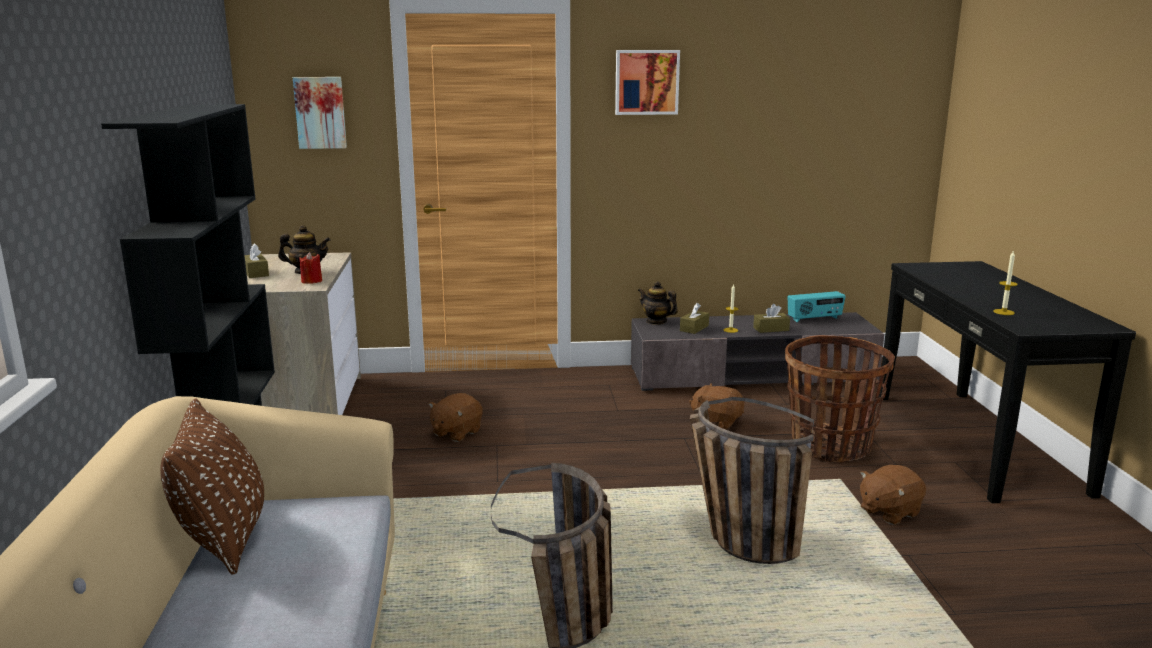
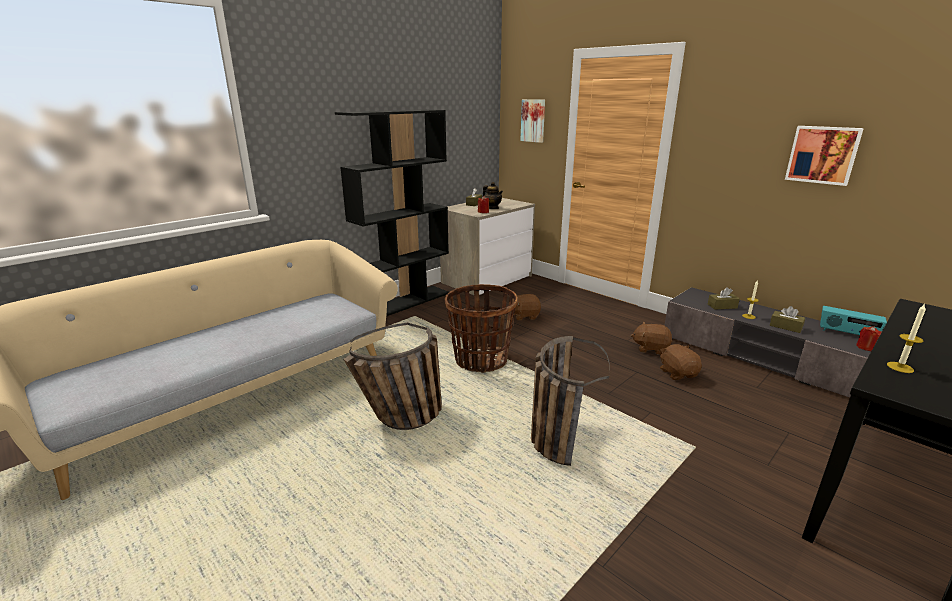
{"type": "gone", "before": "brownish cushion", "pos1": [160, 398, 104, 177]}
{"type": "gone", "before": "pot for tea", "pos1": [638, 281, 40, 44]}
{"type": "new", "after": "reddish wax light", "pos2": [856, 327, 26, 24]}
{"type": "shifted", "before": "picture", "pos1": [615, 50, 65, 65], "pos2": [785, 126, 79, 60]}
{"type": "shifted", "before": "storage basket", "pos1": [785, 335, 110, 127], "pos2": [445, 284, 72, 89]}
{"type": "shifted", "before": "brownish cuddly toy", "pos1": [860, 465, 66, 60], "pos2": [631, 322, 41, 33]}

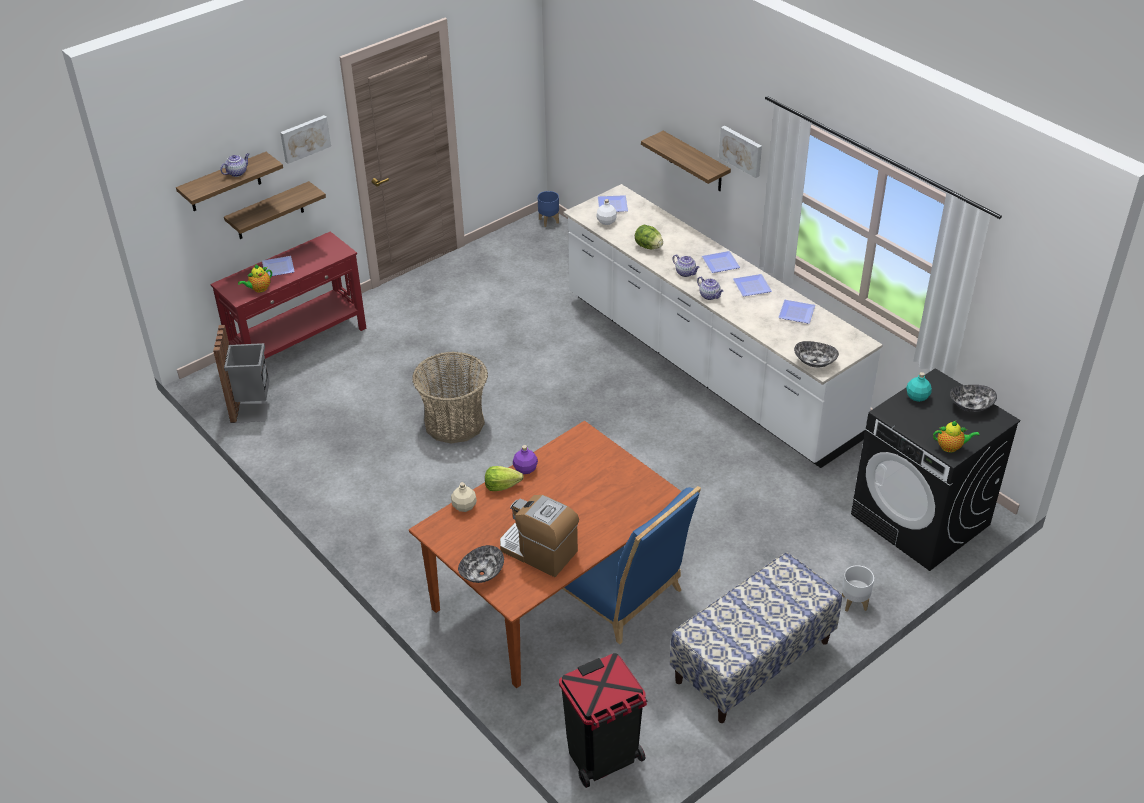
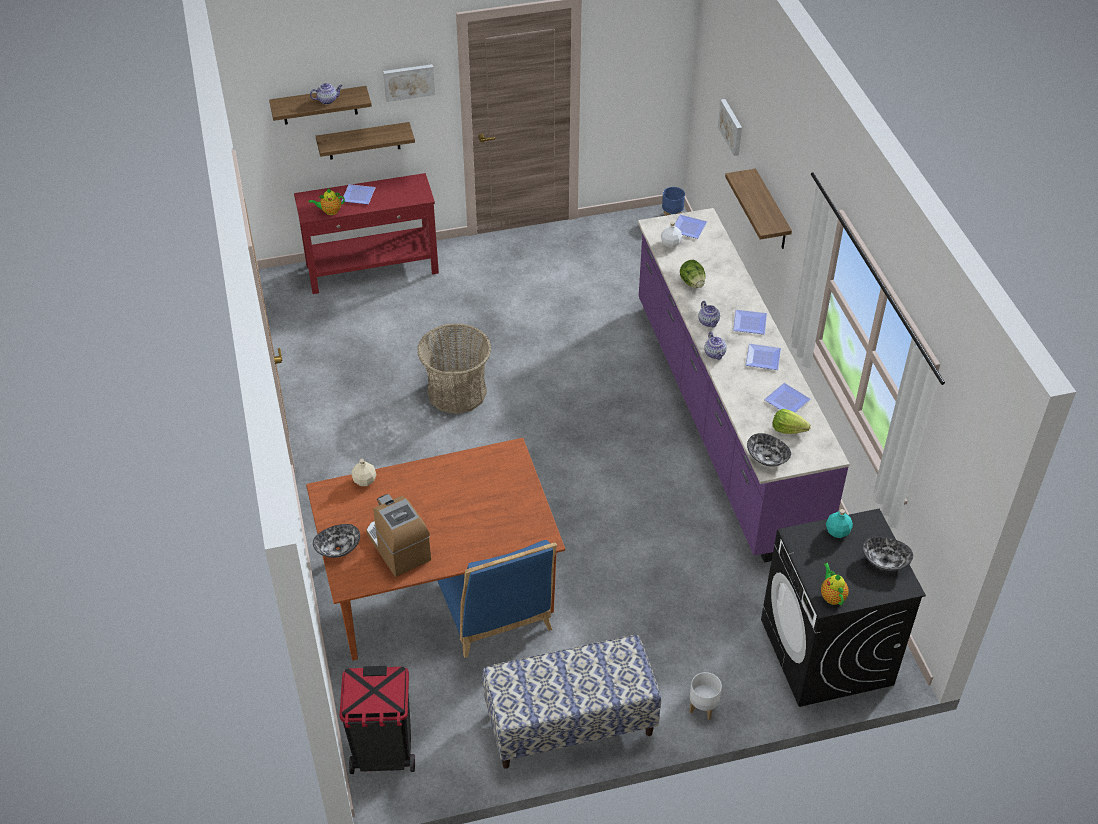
{"type": "gone", "before": "greyish waste bin", "pos1": [213, 325, 57, 98]}
{"type": "gone", "before": "purplish drink bottle", "pos1": [513, 445, 25, 29]}
{"type": "shifted", "before": "lettuce head", "pos1": [485, 466, 39, 25], "pos2": [772, 409, 39, 25]}
{"type": "shifted", "before": "picture", "pos1": [719, 126, 43, 52], "pos2": [718, 99, 24, 57]}
{"type": "repainted", "before": "white kitchen base unit", "after": "purplish kitchen base unit", "pos1": [564, 184, 319, 284], "pos2": [638, 208, 212, 355]}
{"type": "rotated", "before": "pot for tea", "pos1": [933, 421, 46, 32], "pos2": [821, 563, 28, 42], "turn": -135}

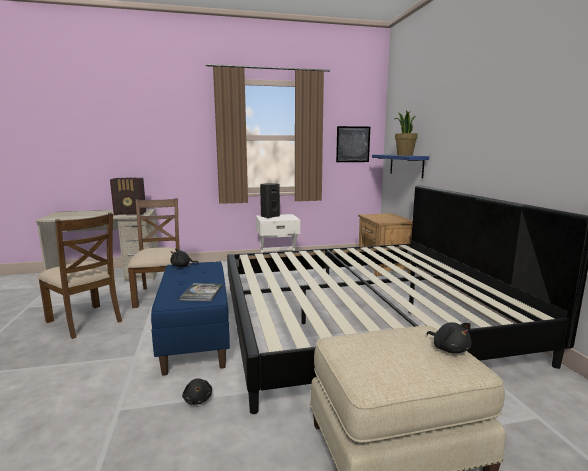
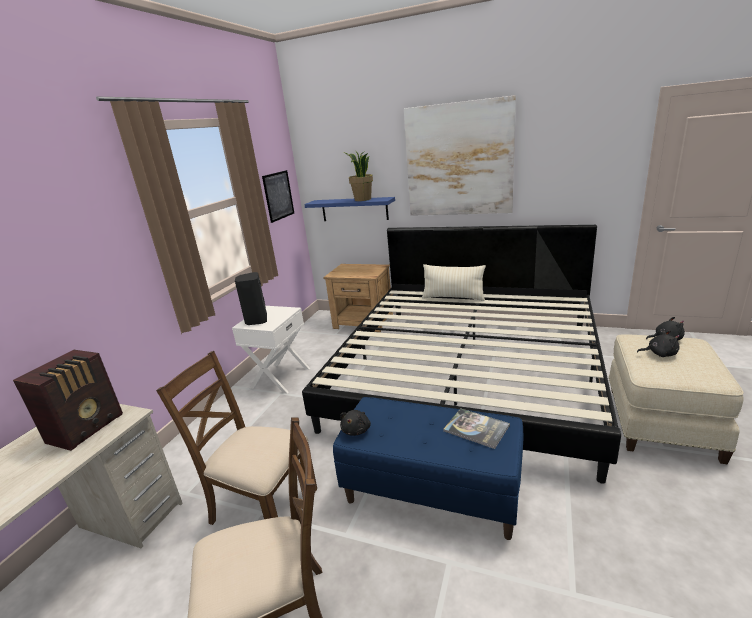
{"type": "new", "after": "picture", "pos2": [404, 95, 112, 121]}
{"type": "new", "after": "sand-coloured cushion", "pos2": [422, 264, 64, 37]}
{"type": "shifted", "before": "black cuddly toy", "pos1": [182, 378, 30, 27], "pos2": [637, 331, 43, 26]}

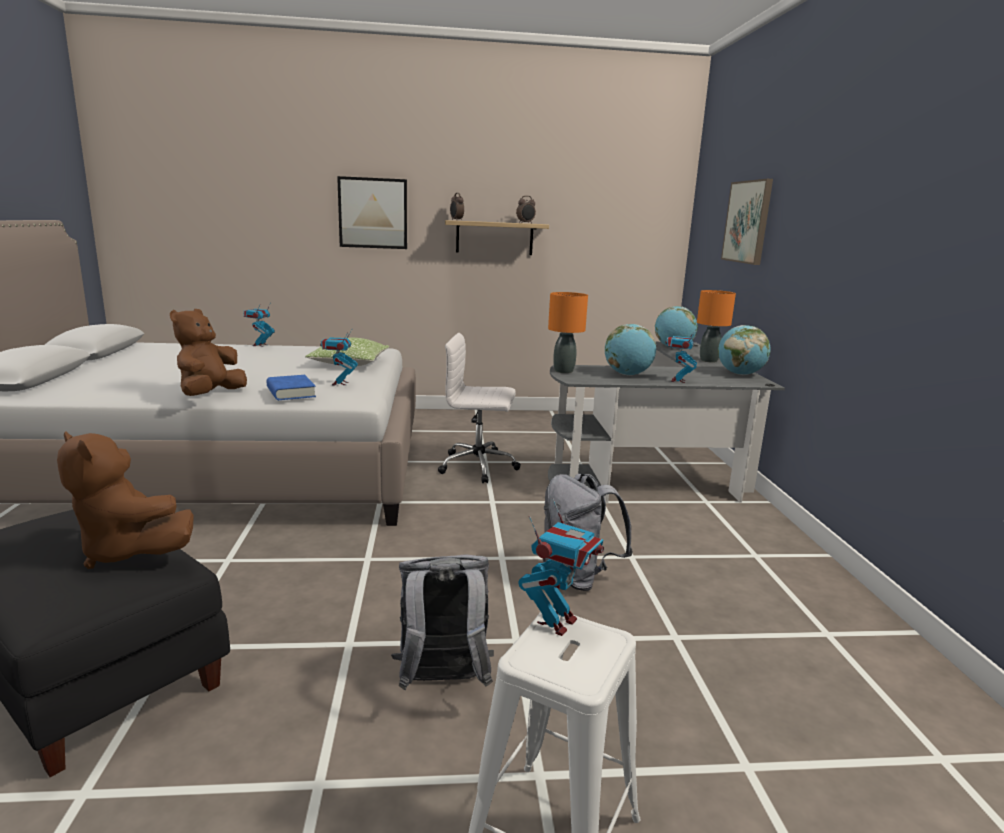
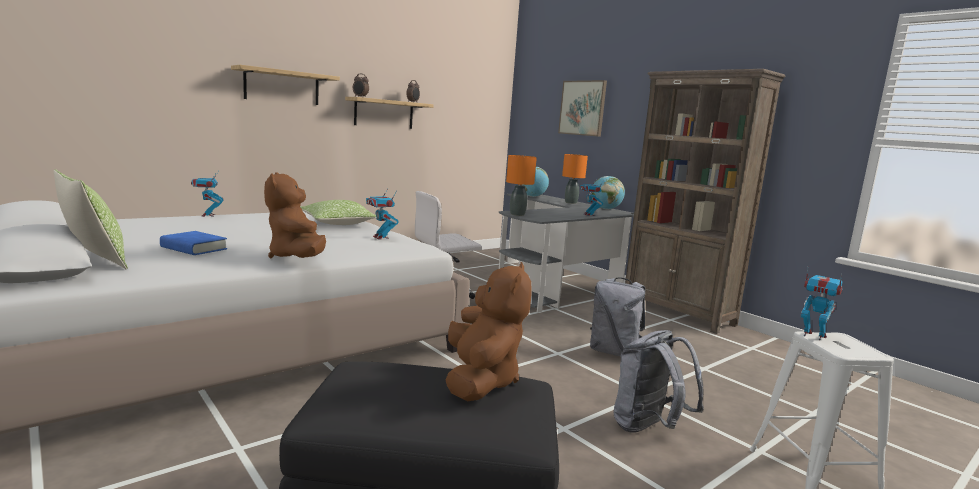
{"type": "gone", "before": "world globe", "pos1": [605, 324, 51, 52]}
{"type": "new", "after": "cushion", "pos2": [53, 169, 75, 101]}
{"type": "new", "after": "brownish shelving unit", "pos2": [625, 69, 161, 265]}
{"type": "shifted", "before": "blue-coloured book", "pos1": [267, 375, 49, 25], "pos2": [160, 231, 67, 24]}
{"type": "swapped", "before": "picture", "after": "shelf", "pos1": [337, 176, 70, 73], "pos2": [231, 65, 109, 40]}
{"type": "rotated", "before": "brownish cuddly toy", "pos1": [57, 431, 137, 138], "pos2": [446, 262, 86, 139], "turn": -90}
{"type": "rotated", "before": "toy robot", "pos1": [518, 499, 86, 137], "pos2": [801, 267, 42, 73], "turn": -45}

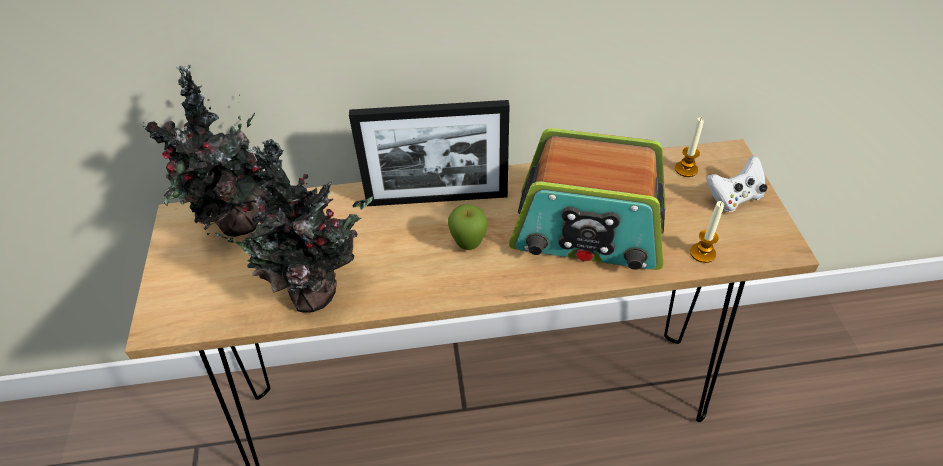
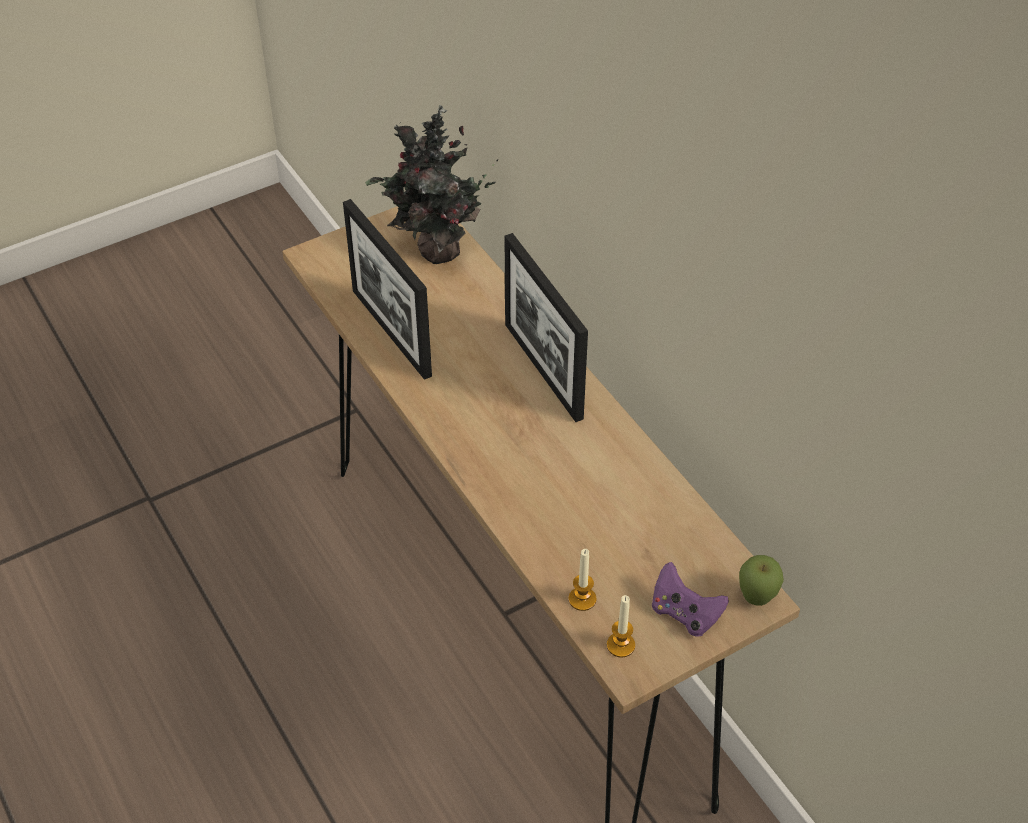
{"type": "gone", "before": "radio set", "pos1": [509, 128, 157, 142]}
{"type": "shifted", "before": "apple", "pos1": [448, 204, 40, 46], "pos2": [739, 555, 45, 51]}
{"type": "shifted", "before": "wax light", "pos1": [675, 117, 29, 60], "pos2": [607, 595, 28, 63]}
{"type": "swapped", "before": "potted plant", "after": "photo frame", "pos1": [206, 139, 167, 174], "pos2": [343, 199, 89, 181]}
{"type": "repainted", "before": "white game controller", "after": "purplish game controller", "pos1": [706, 156, 62, 56], "pos2": [652, 562, 77, 75]}

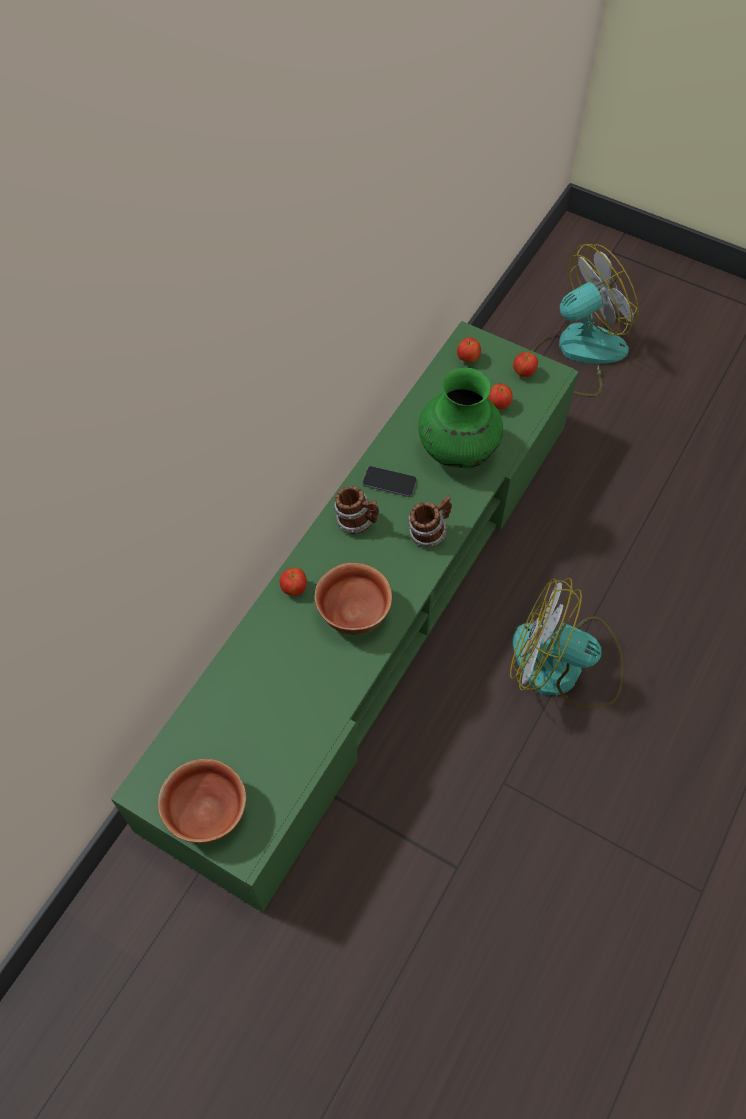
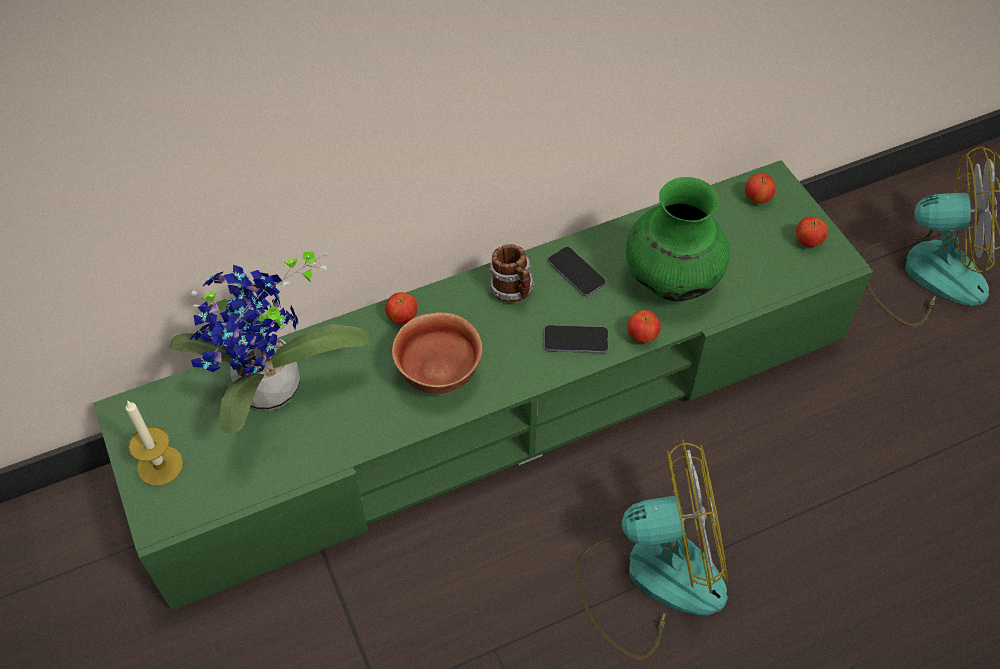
{"type": "new", "after": "potted plant", "pos2": [169, 251, 201, 182]}
{"type": "shifted", "before": "apple", "pos1": [488, 384, 24, 25], "pos2": [627, 310, 33, 33]}
{"type": "swapped", "before": "serving bowl", "after": "wax light", "pos1": [158, 759, 88, 84], "pos2": [125, 400, 58, 86]}
{"type": "swapped", "before": "coffee mug", "after": "telephone", "pos1": [408, 496, 44, 52], "pos2": [544, 325, 64, 28]}
{"type": "rotated", "before": "fan", "pos1": [510, 578, 114, 130], "pos2": [576, 439, 152, 221], "turn": 120}

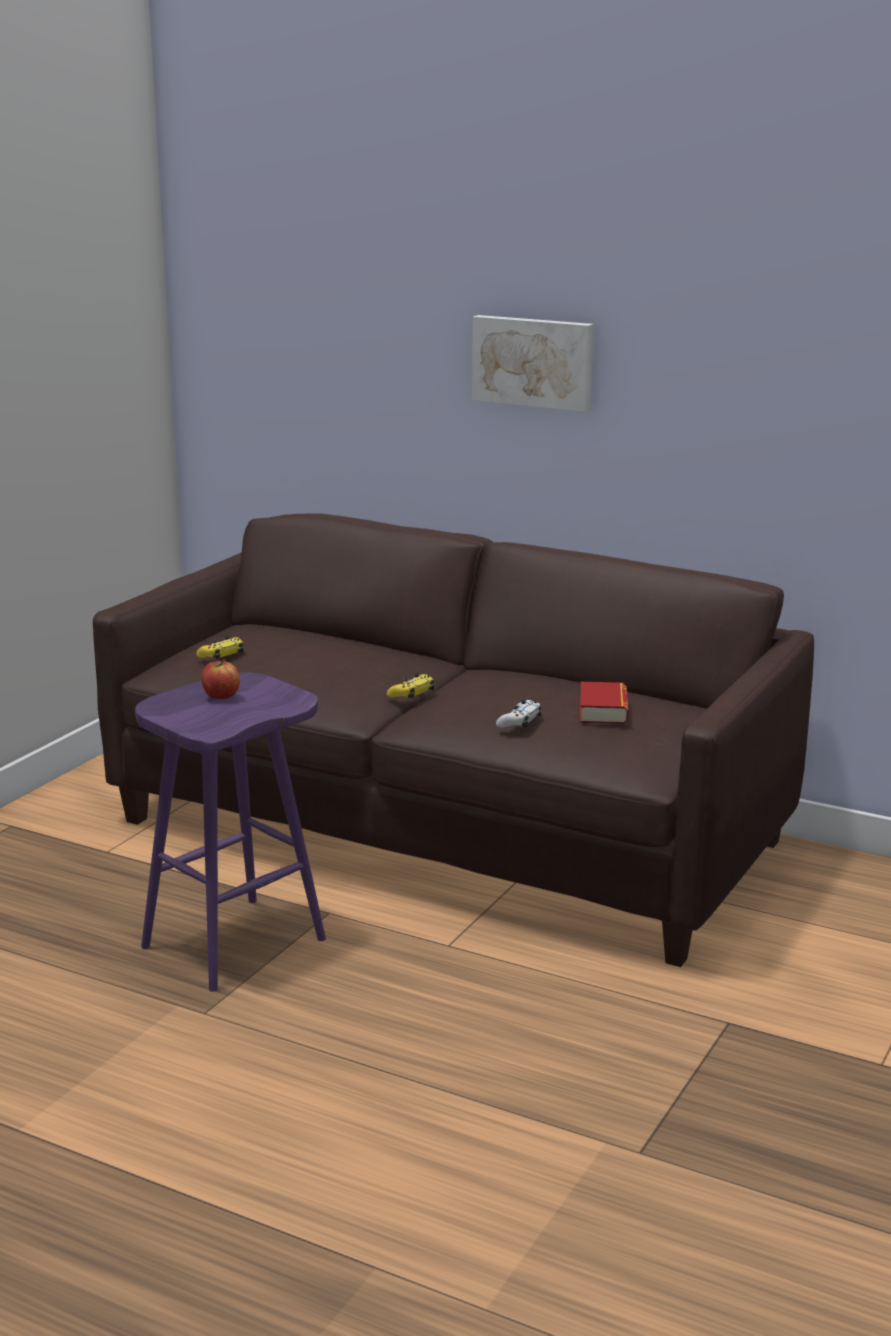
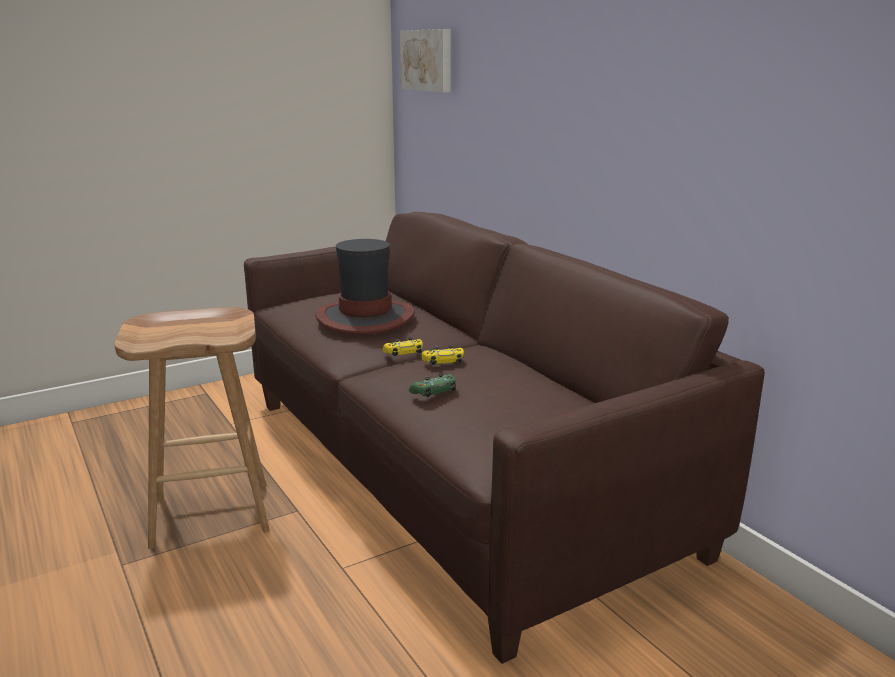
{"type": "gone", "before": "apple", "pos1": [201, 659, 39, 40]}
{"type": "gone", "before": "book", "pos1": [580, 682, 48, 42]}
{"type": "new", "after": "hat", "pos2": [315, 239, 100, 96]}
{"type": "shifted", "before": "yellow-coloured game controller", "pos1": [197, 636, 46, 23], "pos2": [421, 345, 43, 20]}
{"type": "shifted", "before": "picture", "pos1": [472, 315, 122, 97], "pos2": [400, 29, 51, 63]}
{"type": "repainted", "before": "purplish sitting stool", "after": "brownish sitting stool", "pos1": [135, 673, 191, 319], "pos2": [114, 307, 156, 242]}
{"type": "repainted", "before": "white game controller", "after": "green game controller", "pos1": [496, 700, 46, 28], "pos2": [409, 373, 47, 24]}

